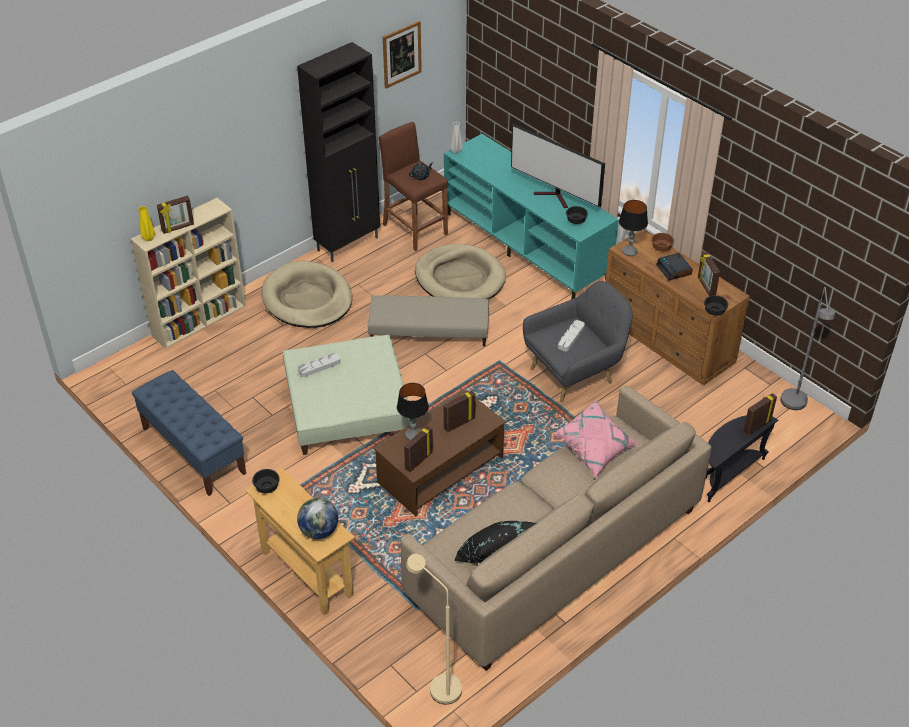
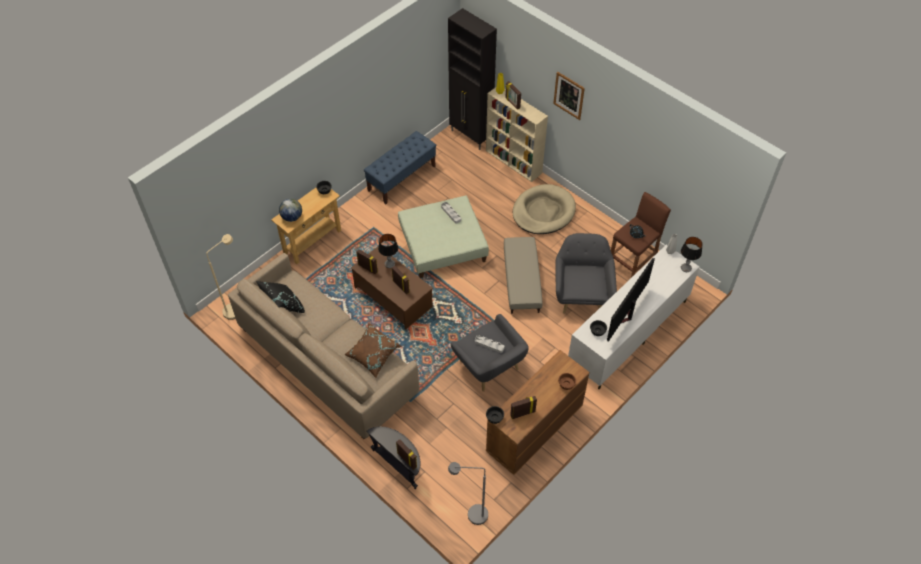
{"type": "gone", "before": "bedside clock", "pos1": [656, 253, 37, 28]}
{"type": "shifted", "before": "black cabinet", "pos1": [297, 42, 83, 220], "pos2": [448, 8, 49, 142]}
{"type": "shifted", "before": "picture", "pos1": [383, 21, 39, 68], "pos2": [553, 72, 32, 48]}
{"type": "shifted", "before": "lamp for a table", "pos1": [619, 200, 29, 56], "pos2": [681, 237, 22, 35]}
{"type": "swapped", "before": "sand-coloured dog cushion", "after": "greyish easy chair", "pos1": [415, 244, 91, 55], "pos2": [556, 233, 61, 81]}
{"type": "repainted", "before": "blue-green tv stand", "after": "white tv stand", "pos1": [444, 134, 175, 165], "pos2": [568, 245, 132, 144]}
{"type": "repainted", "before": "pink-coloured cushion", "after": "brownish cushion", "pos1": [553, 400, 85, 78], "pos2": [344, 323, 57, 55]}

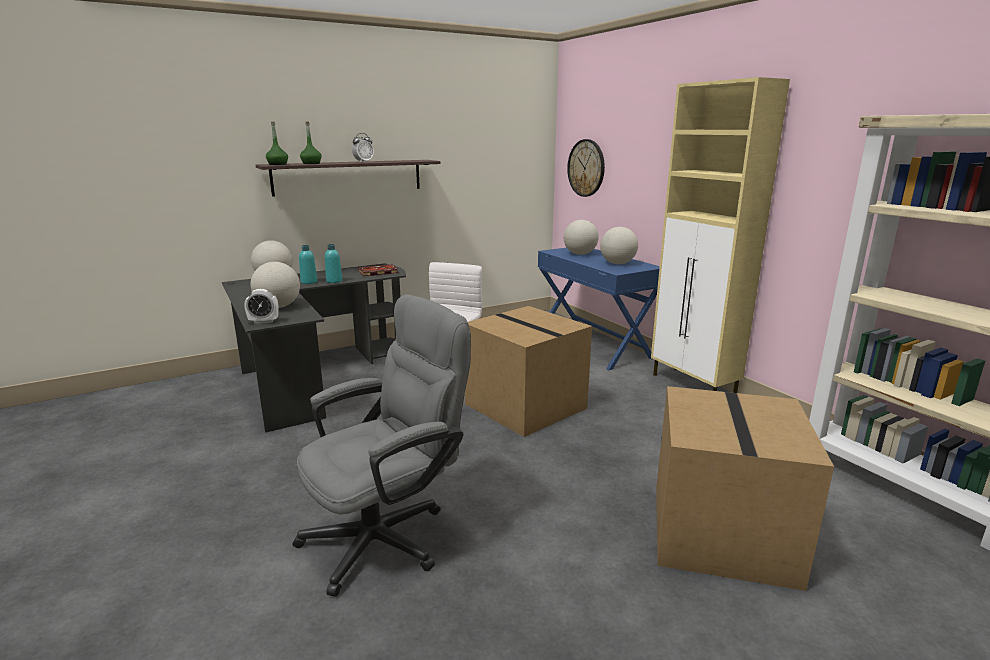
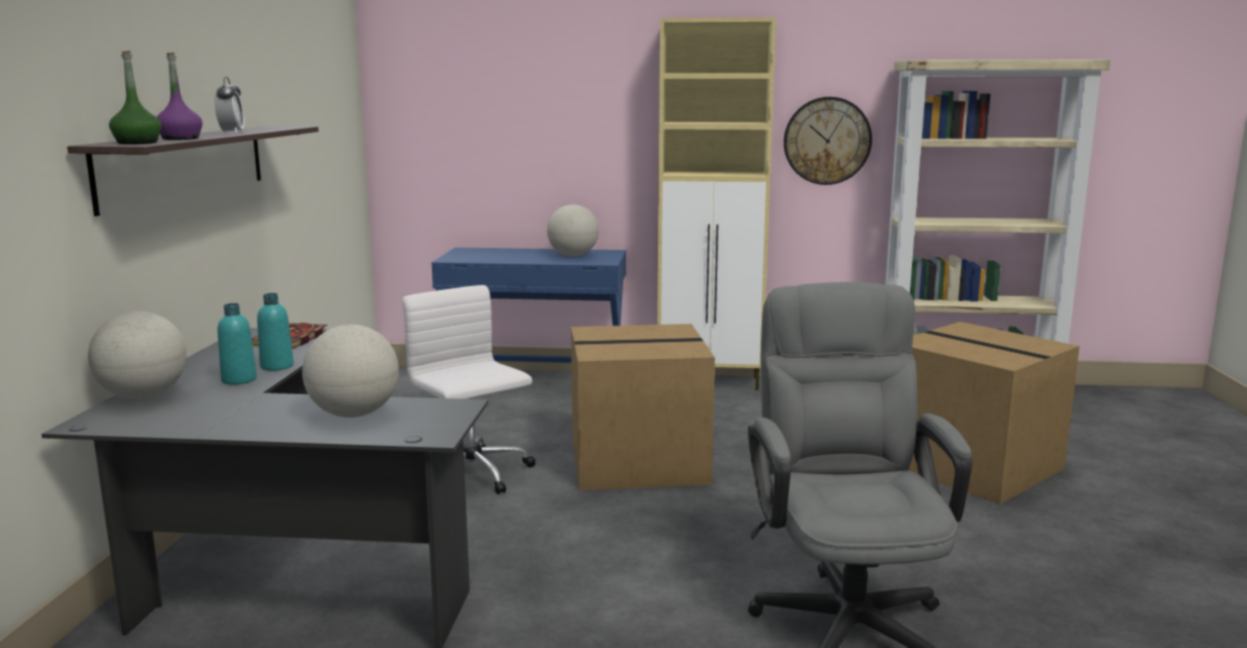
{"type": "gone", "before": "bedside clock", "pos1": [245, 289, 34, 35]}
{"type": "gone", "before": "world globe", "pos1": [564, 220, 35, 35]}
{"type": "shifted", "before": "clock on the wall", "pos1": [567, 139, 38, 58], "pos2": [784, 97, 88, 88]}
{"type": "repainted", "before": "green drink bottle", "after": "purplish drink bottle", "pos1": [300, 122, 22, 42], "pos2": [157, 52, 46, 88]}

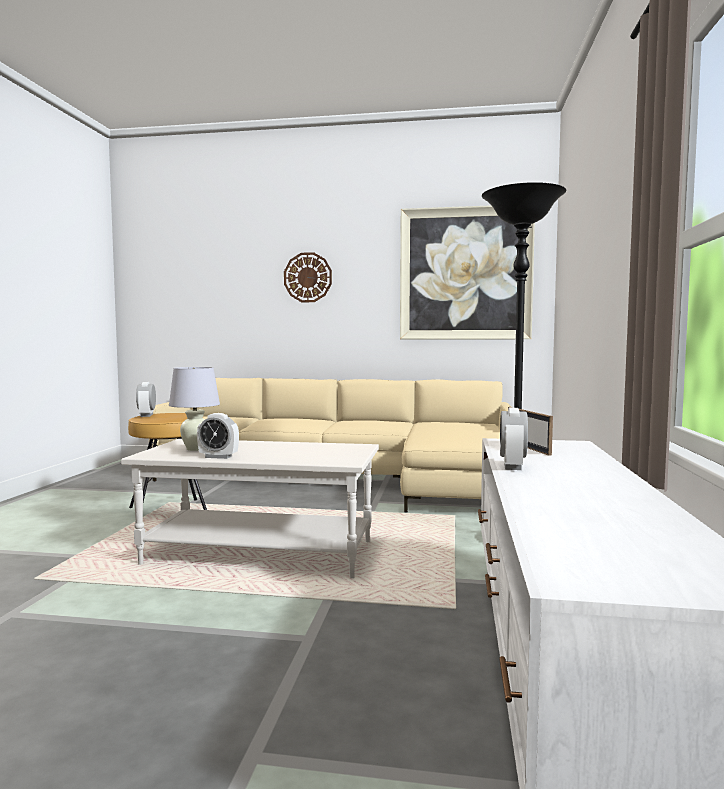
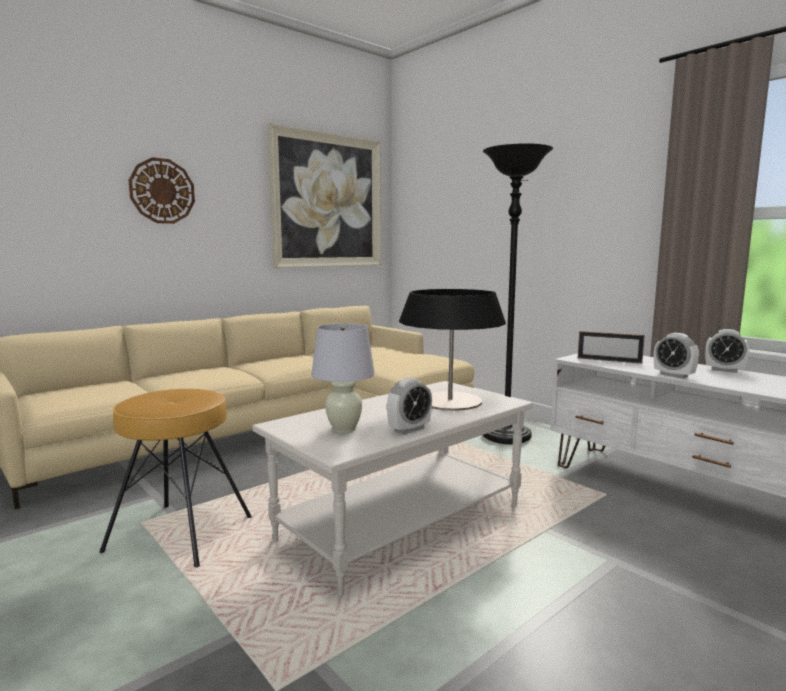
{"type": "new", "after": "lamp for a table", "pos2": [399, 289, 107, 122]}
{"type": "shifted", "before": "bedside clock", "pos1": [136, 382, 20, 35], "pos2": [705, 329, 44, 44]}

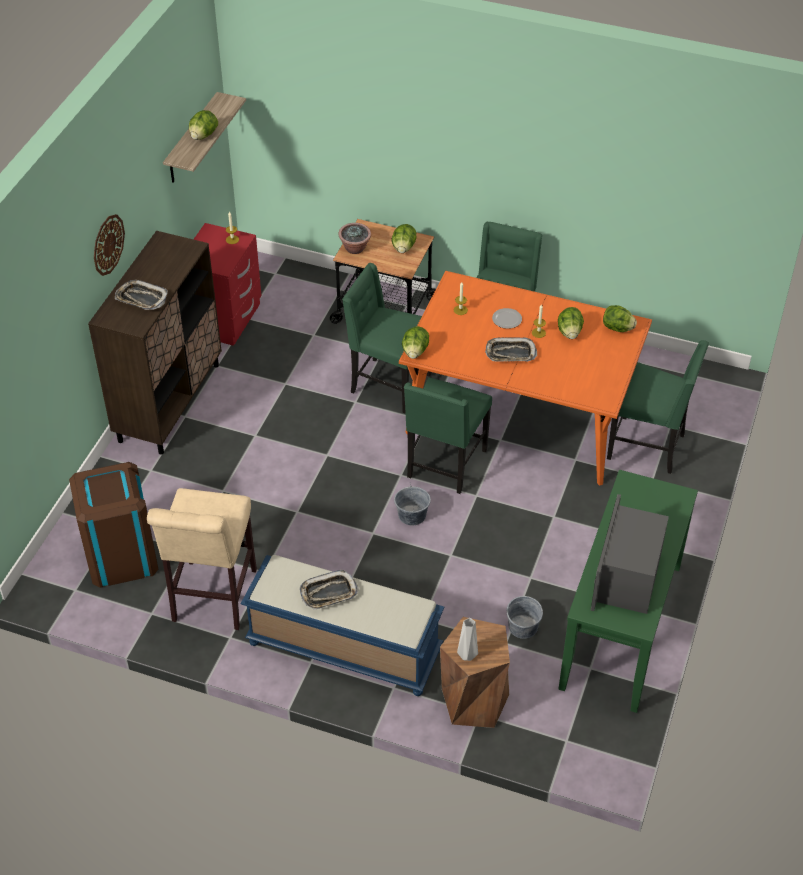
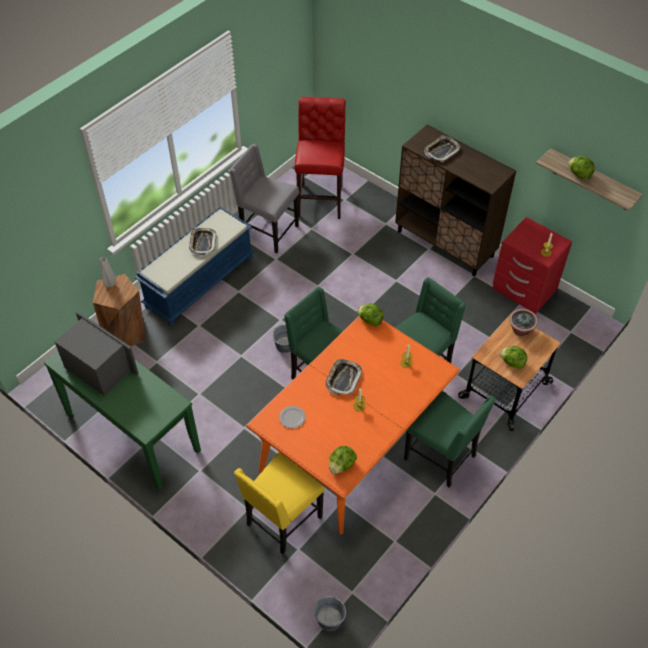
{"type": "gone", "before": "clock on the wall", "pos1": [94, 214, 31, 62]}
{"type": "gone", "before": "lettuce head", "pos1": [558, 307, 26, 32]}
{"type": "shifted", "before": "dinner plate", "pos1": [492, 308, 30, 21], "pos2": [279, 406, 27, 22]}
{"type": "shifted", "before": "greyish water bucket", "pos1": [506, 596, 37, 43], "pos2": [314, 596, 32, 35]}
{"type": "swapped", "before": "brownish waste bin", "after": "reddish sitting stool", "pos1": [69, 462, 89, 126], "pos2": [295, 97, 51, 122]}
{"type": "swapped", "before": "sand-coloured sitting stool", "after": "greyish plain chair", "pos1": [147, 488, 110, 142], "pos2": [230, 144, 69, 109]}
{"type": "repainted", "before": "green plain chair", "after": "yellow-coloured plain chair", "pos1": [607, 340, 102, 134], "pos2": [234, 452, 90, 103]}

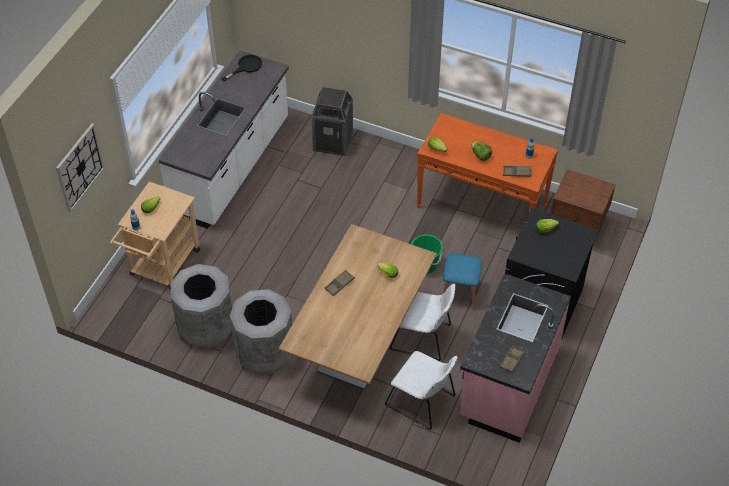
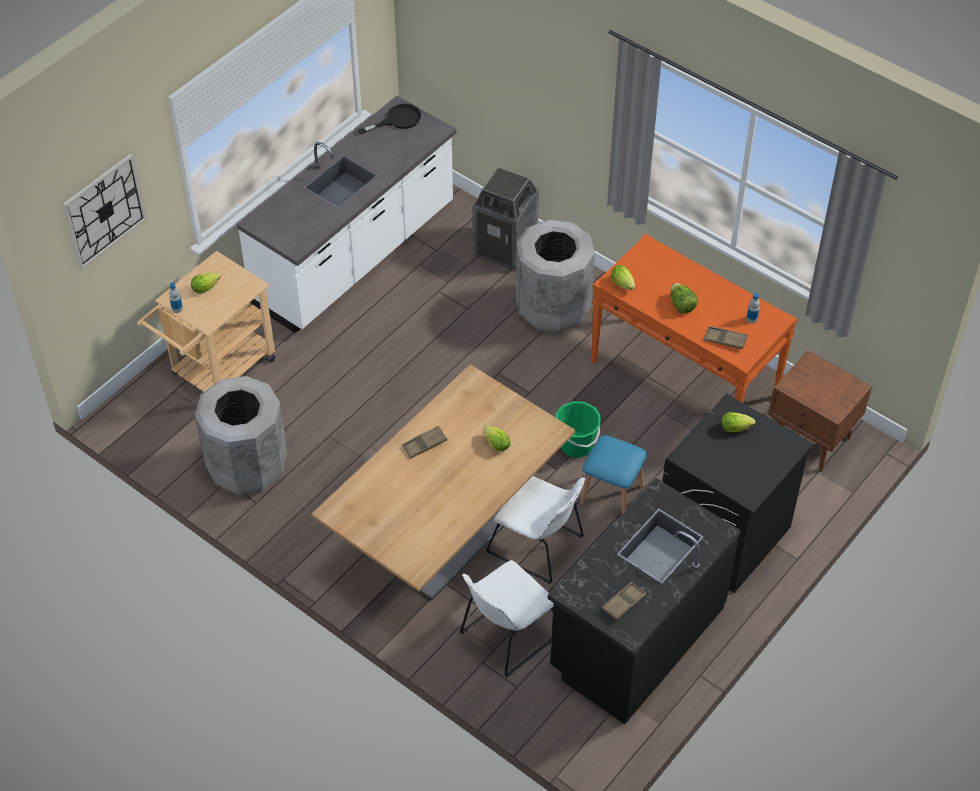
{"type": "shifted", "before": "greyish waste bin", "pos1": [230, 289, 62, 85], "pos2": [516, 220, 79, 113]}
{"type": "repainted", "before": "pink-coloured kitchen base unit", "after": "black kitchen base unit", "pos1": [460, 273, 111, 170], "pos2": [548, 478, 193, 246]}
{"type": "rotated", "before": "white plain chair", "pos1": [385, 351, 73, 79], "pos2": [460, 560, 94, 117], "turn": 90}

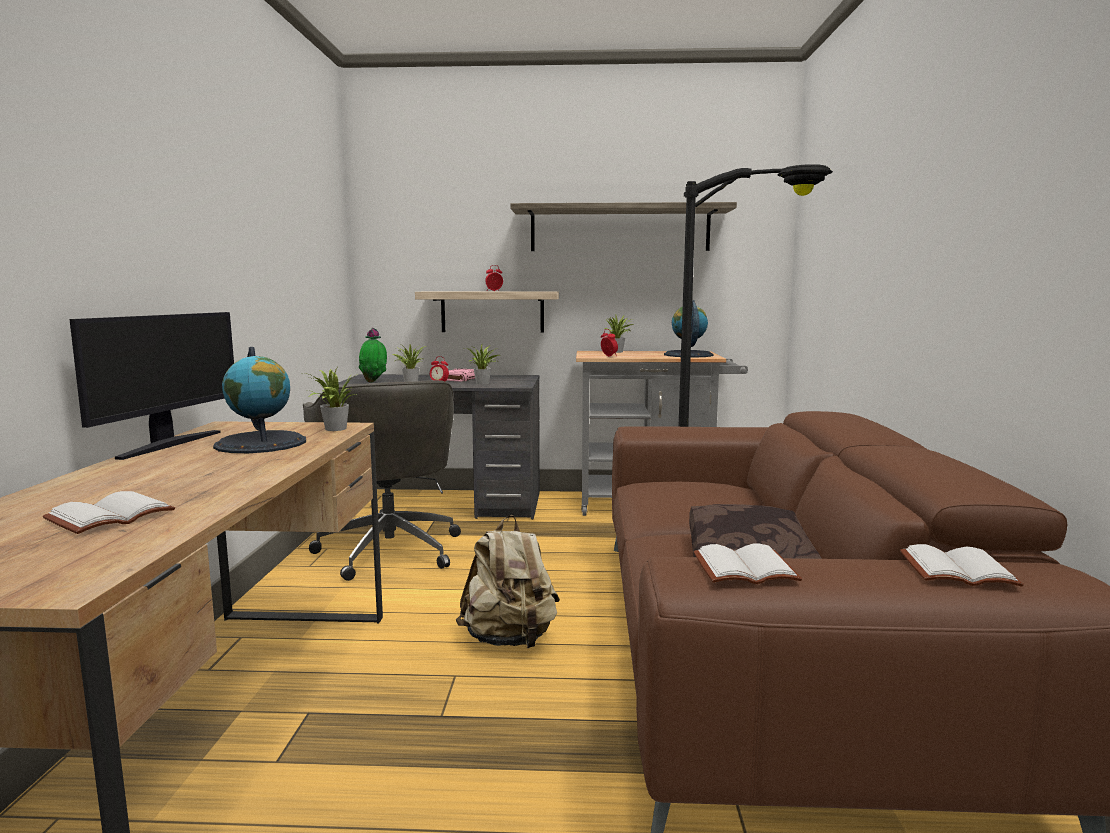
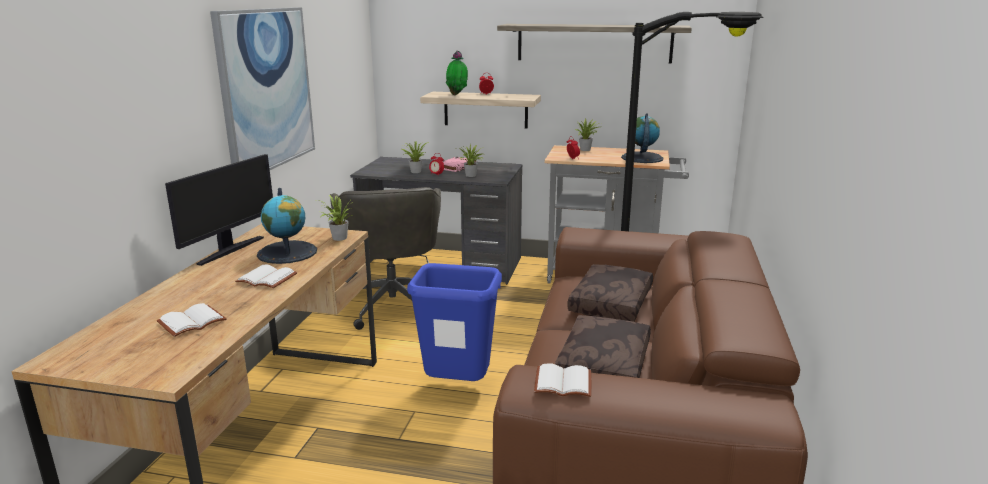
{"type": "new", "after": "picture", "pos2": [210, 7, 105, 163]}
{"type": "new", "after": "brownish cushion", "pos2": [567, 264, 86, 58]}
{"type": "shifted", "before": "potted plant", "pos1": [359, 328, 28, 55], "pos2": [446, 51, 22, 44]}
{"type": "shifted", "before": "white book", "pos1": [900, 544, 124, 43], "pos2": [235, 264, 62, 24]}
{"type": "swapped", "before": "sand-coloured rucksack", "after": "blue-coloured waste bin", "pos1": [456, 515, 104, 133], "pos2": [407, 263, 95, 118]}

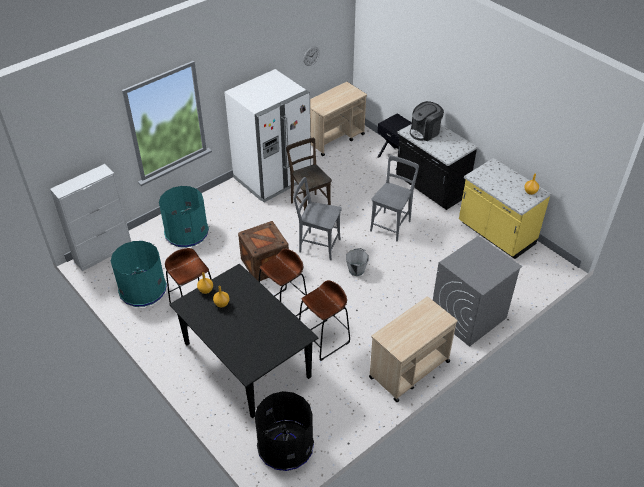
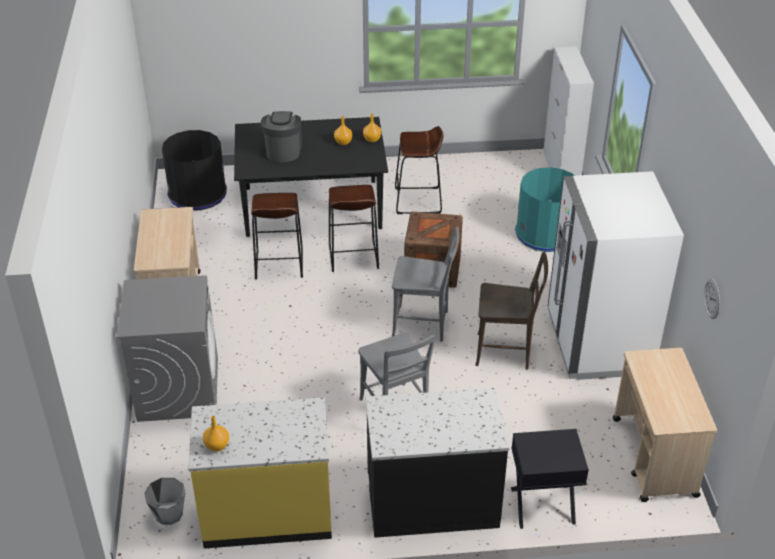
{"type": "gone", "before": "blue-green waste bin", "pos1": [111, 241, 56, 66]}
{"type": "shifted", "before": "greyish water bucket", "pos1": [346, 248, 23, 28], "pos2": [144, 478, 41, 47]}
{"type": "shifted", "before": "coffee brewer", "pos1": [410, 101, 34, 40], "pos2": [261, 111, 41, 51]}
{"type": "rotated", "before": "greyish plain chair", "pos1": [293, 177, 48, 83], "pos2": [392, 227, 67, 115], "turn": 45}

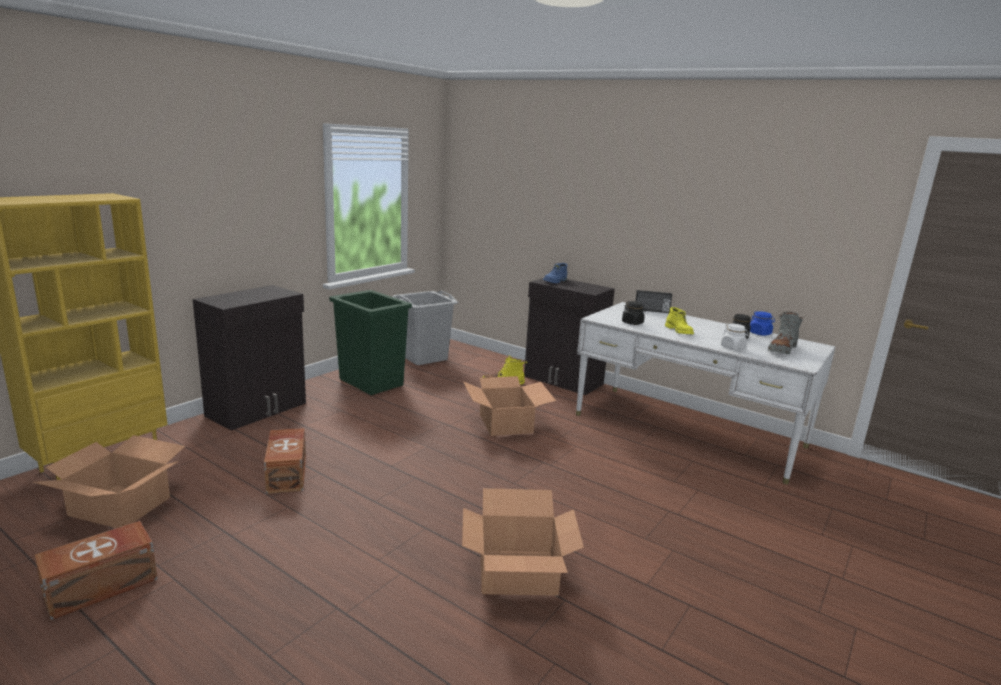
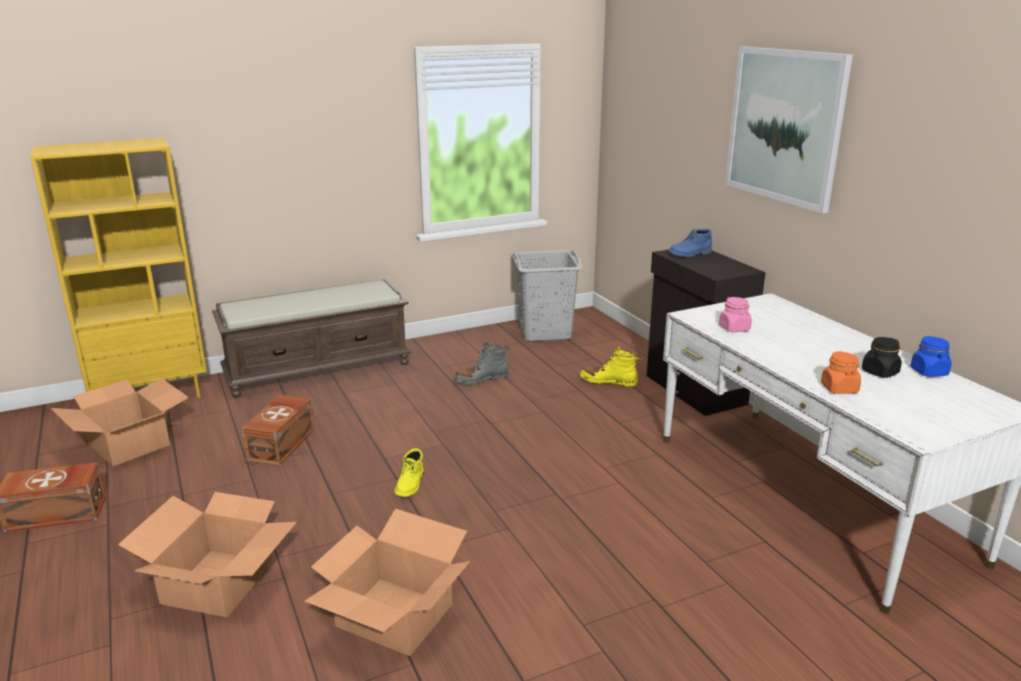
{"type": "gone", "before": "green waste bin", "pos1": [329, 290, 83, 105]}
{"type": "gone", "before": "radio set", "pos1": [636, 290, 36, 23]}
{"type": "new", "after": "picture", "pos2": [725, 46, 128, 167]}
{"type": "shifted", "before": "cardboard box", "pos1": [463, 376, 93, 60], "pos2": [118, 492, 179, 125]}
{"type": "shifted", "before": "yellow-coloured boot", "pos1": [665, 307, 29, 27], "pos2": [395, 448, 29, 49]}
{"type": "shifted", "before": "greyish boot", "pos1": [768, 312, 35, 43], "pos2": [454, 342, 56, 43]}
{"type": "swapped", "before": "black cabinet", "after": "brownish long seat", "pos1": [193, 285, 113, 146], "pos2": [212, 279, 199, 118]}
{"type": "repainted", "before": "black preserve jar", "after": "pink-coloured preserve jar", "pos1": [622, 301, 24, 24], "pos2": [719, 297, 33, 35]}
{"type": "repainted", "before": "white preserve jar", "after": "orange-coloured preserve jar", "pos1": [721, 324, 27, 26], "pos2": [821, 351, 40, 43]}

